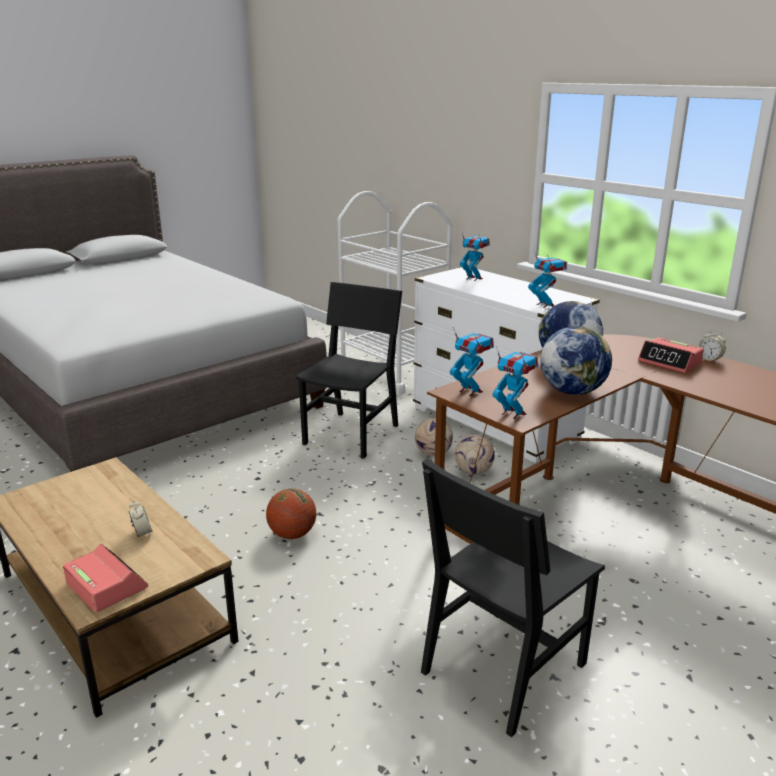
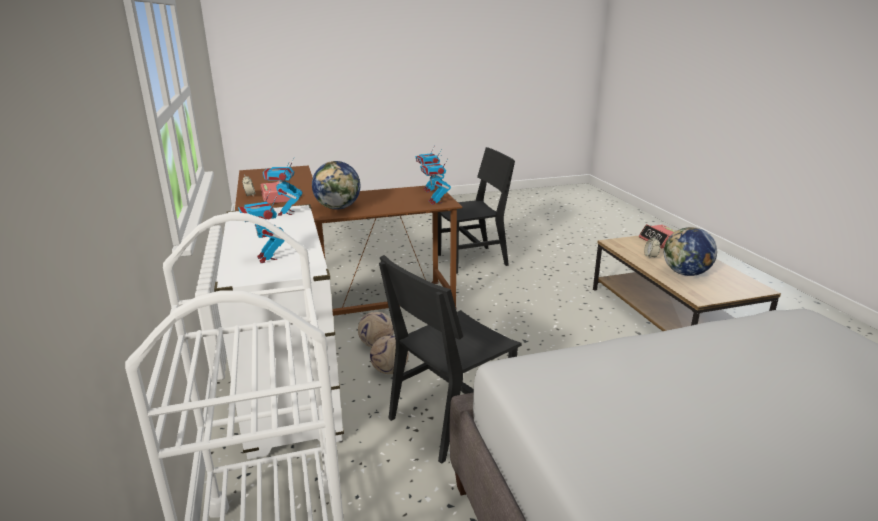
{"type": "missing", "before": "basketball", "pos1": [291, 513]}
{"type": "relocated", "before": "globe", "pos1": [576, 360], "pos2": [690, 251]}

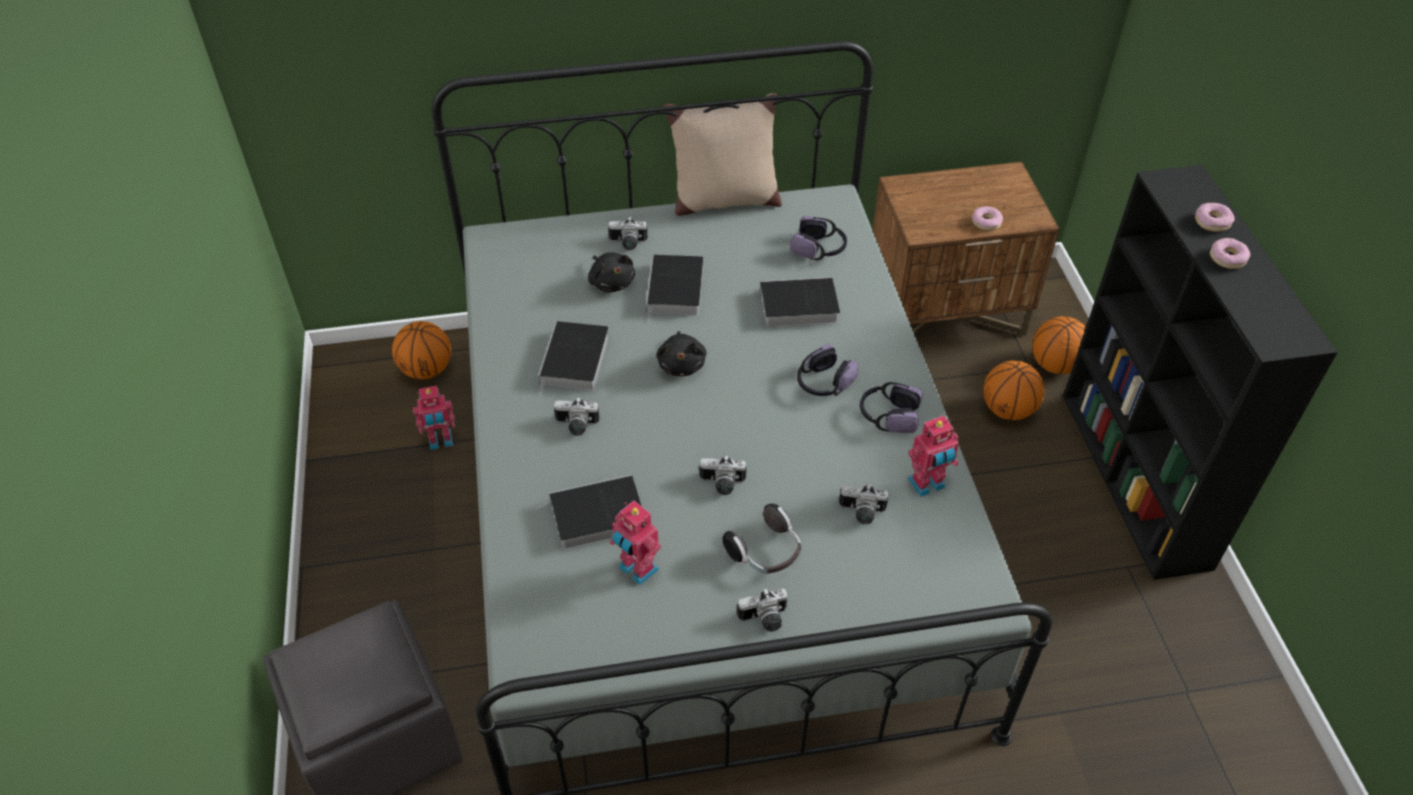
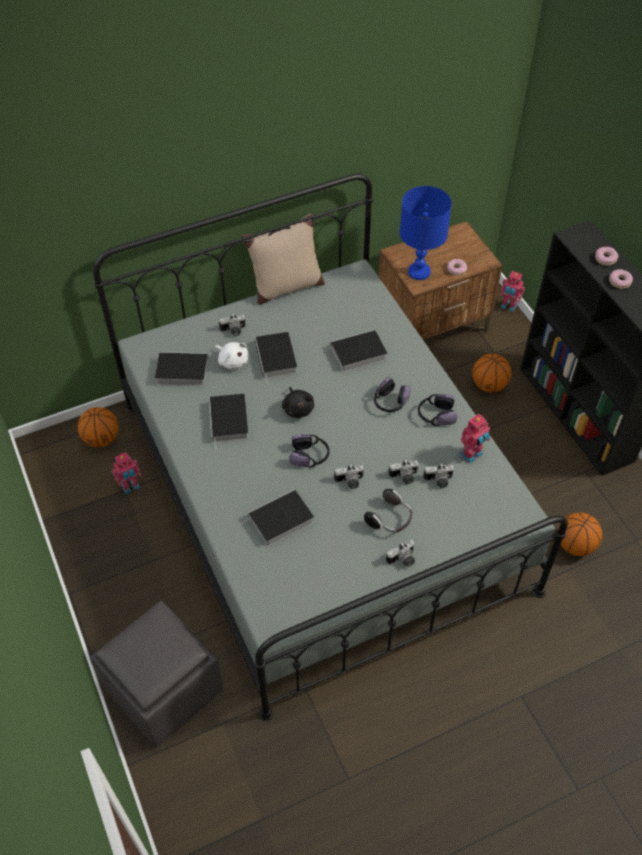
{"type": "relocated", "before": "photo camera", "pos1": [577, 416], "pos2": [403, 471]}
{"type": "colour", "before": "black plush toy", "after": "white plush toy", "pos1": [611, 272], "pos2": [232, 356]}
{"type": "relocated", "before": "toy robot", "pos1": [635, 543], "pos2": [512, 291]}
{"type": "relocated", "before": "headphones", "pos1": [818, 238], "pos2": [309, 451]}
{"type": "relocated", "before": "basketball", "pos1": [1059, 345], "pos2": [580, 534]}
{"type": "appeared", "after": "book", "pos2": [180, 369]}
{"type": "appeared", "after": "blue table lamp", "pos2": [425, 233]}

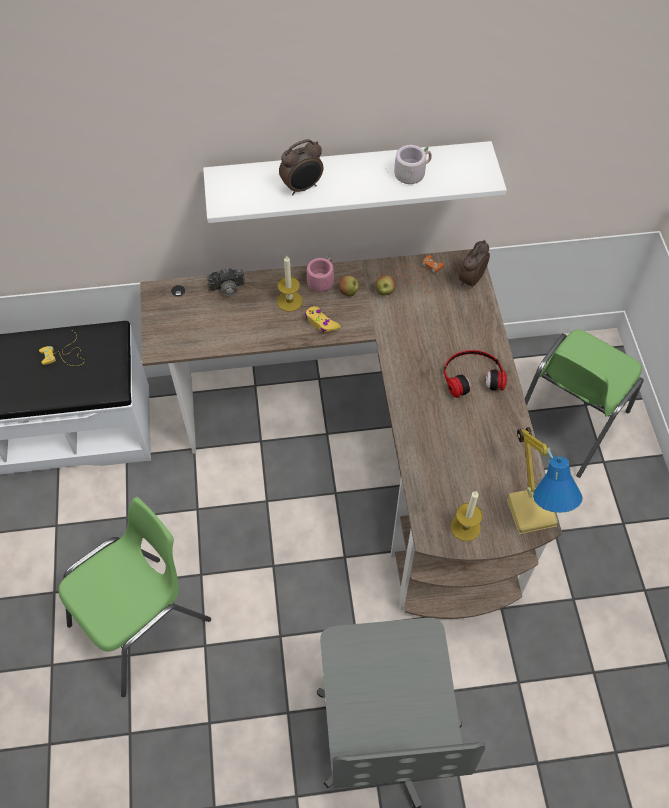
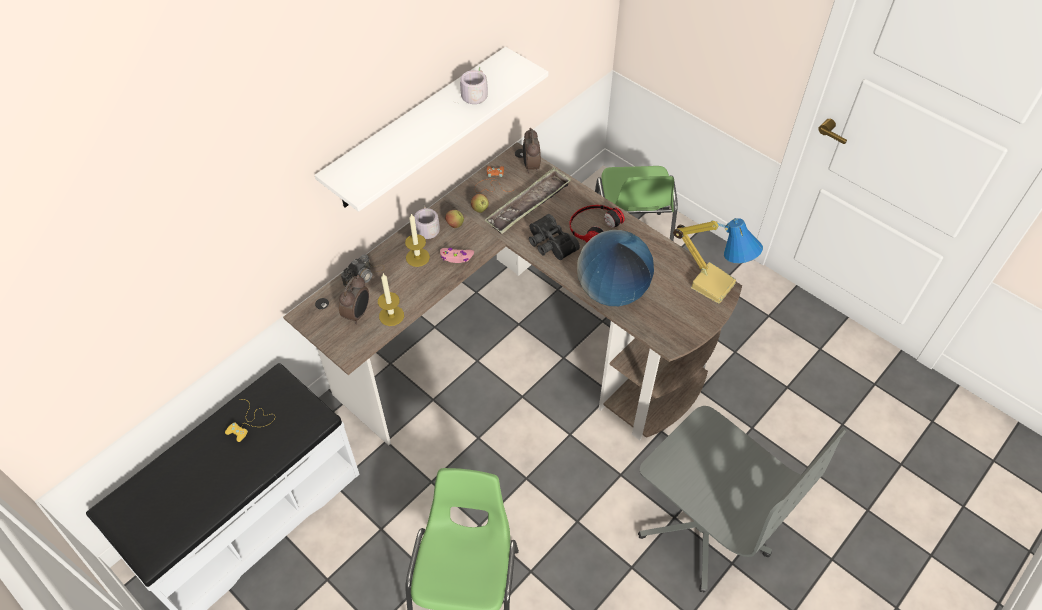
{"type": "relocated", "before": "alarm clock", "pos1": [301, 167], "pos2": [354, 299]}
{"type": "colour", "before": "pink mug", "after": "grey mug", "pos1": [317, 273], "pos2": [427, 223]}
{"type": "colour", "before": "yellow game controller", "after": "pink game controller", "pos1": [323, 319], "pos2": [457, 255]}
{"type": "relocated", "before": "candle", "pos1": [466, 516], "pos2": [391, 300]}
{"type": "appeared", "after": "tray", "pos2": [528, 200]}
{"type": "appeared", "after": "black binoculars", "pos2": [554, 237]}
{"type": "appeared", "after": "globe", "pos2": [615, 268]}

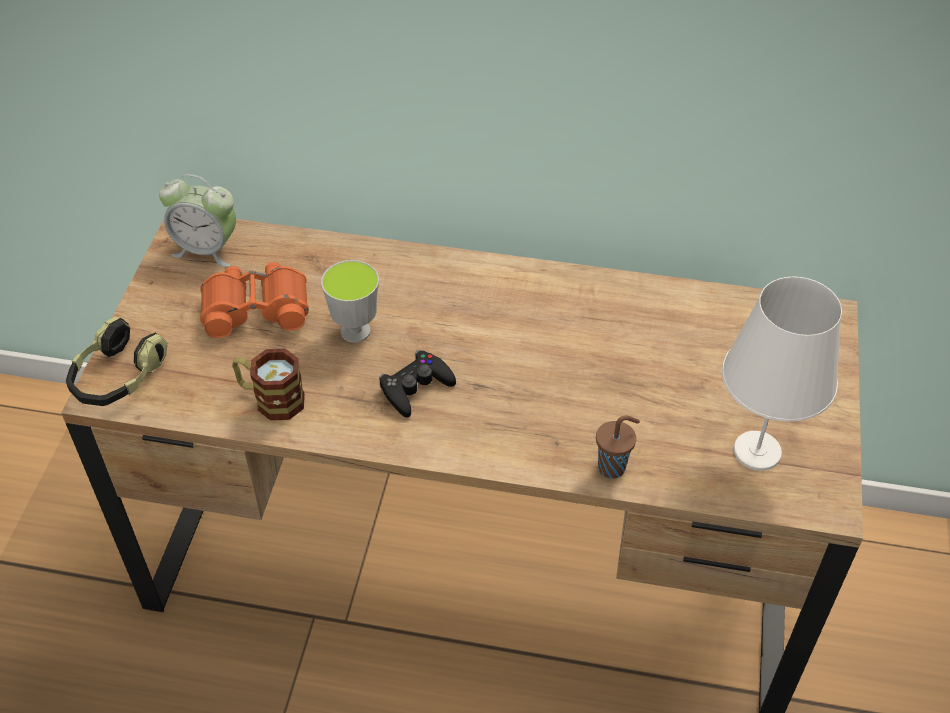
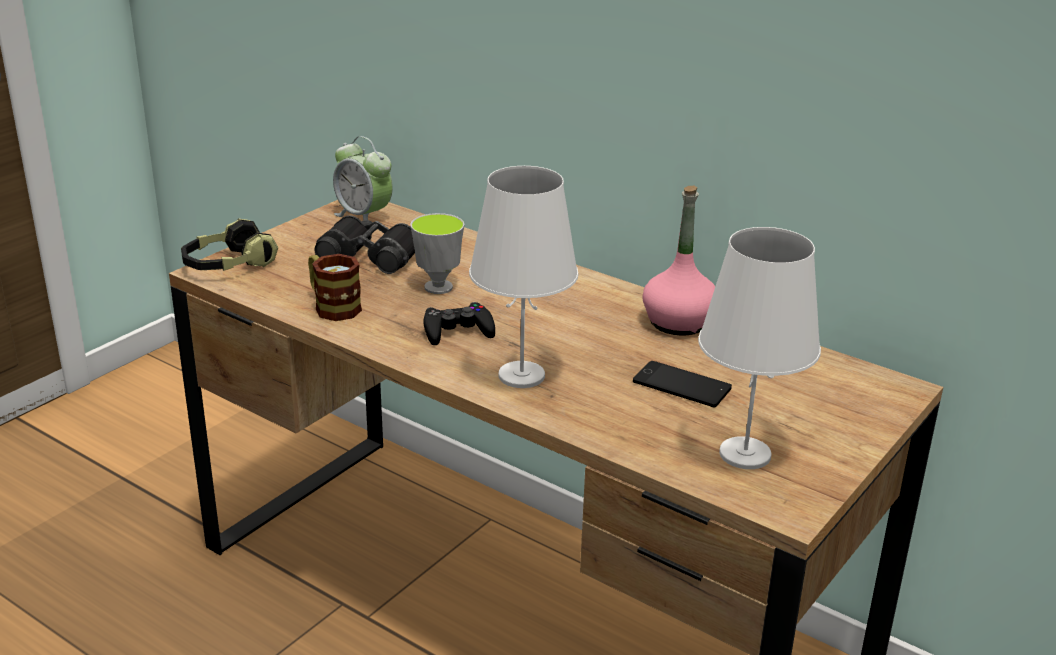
{"type": "colour", "before": "orange binoculars", "after": "black binoculars", "pos1": [254, 300], "pos2": [365, 244]}
{"type": "missing", "before": "brown cup", "pos1": [618, 447]}
{"type": "appeared", "after": "white table lamp", "pos2": [524, 277]}
{"type": "appeared", "after": "phone", "pos2": [682, 384]}
{"type": "appeared", "after": "pink bottle", "pos2": [678, 261]}

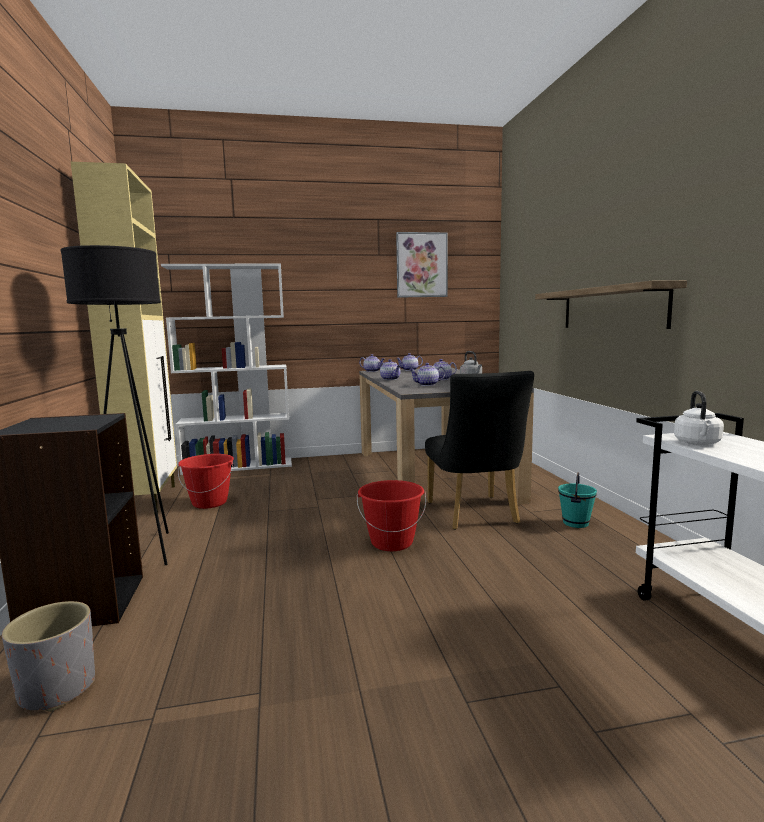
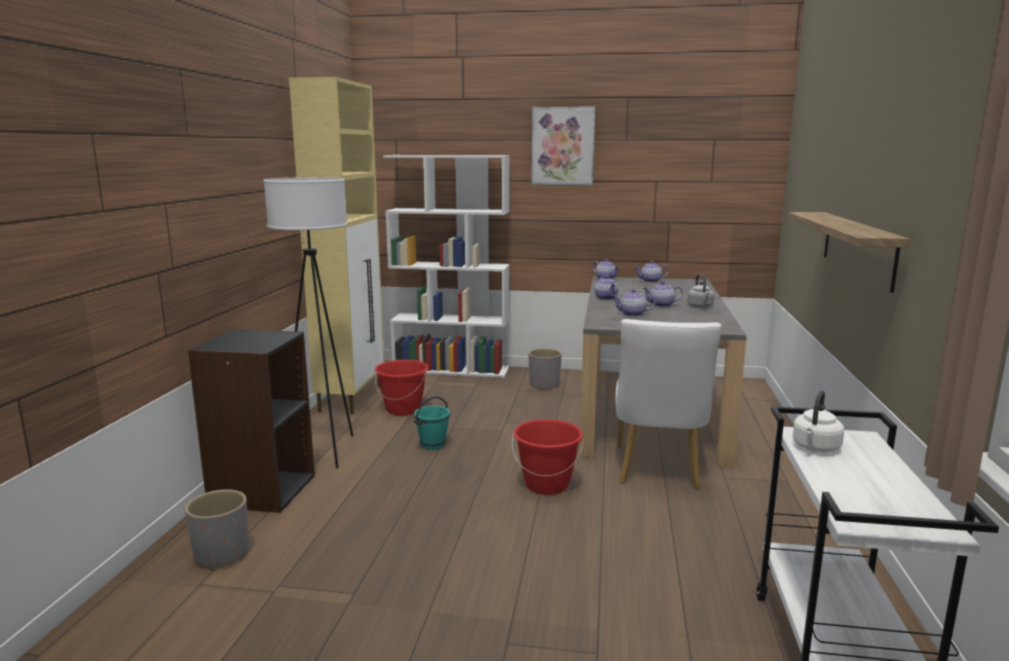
{"type": "colour", "before": "black floor lamp", "after": "white floor lamp", "pos1": [114, 405], "pos2": [308, 322]}
{"type": "relocated", "before": "picture", "pos1": [421, 265], "pos2": [563, 146]}
{"type": "colour", "before": "black chair", "after": "white chair", "pos1": [479, 450], "pos2": [668, 404]}
{"type": "relocated", "before": "turquoise bucket", "pos1": [577, 500], "pos2": [432, 423]}
{"type": "appeared", "after": "grey planter", "pos2": [545, 369]}

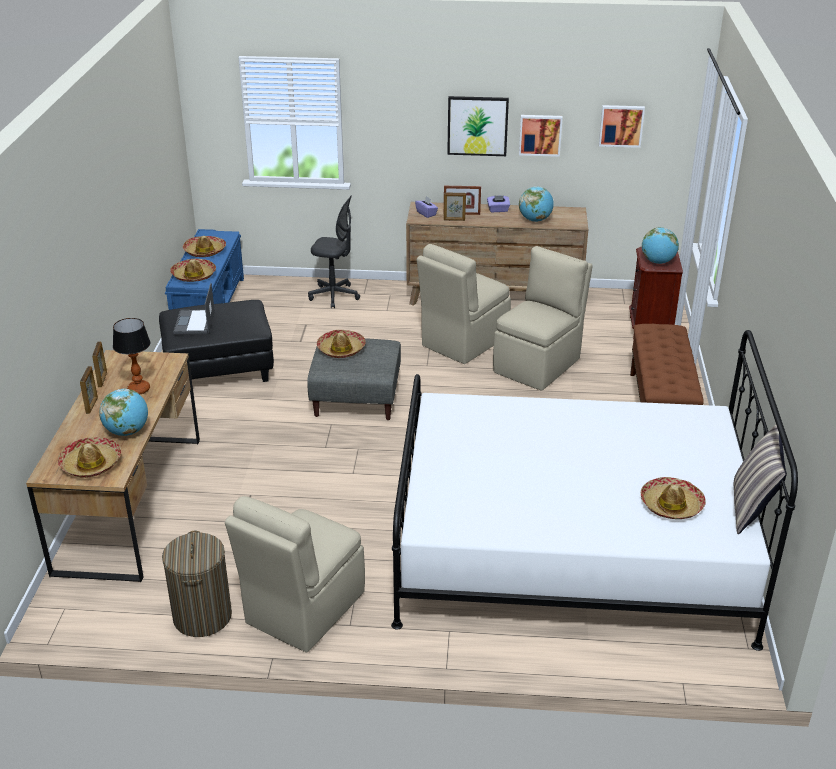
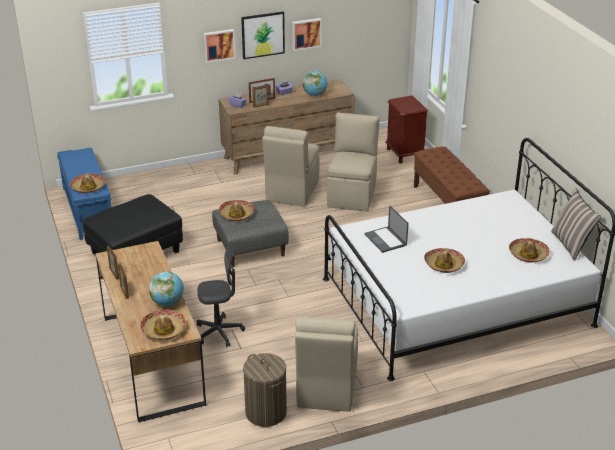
{"type": "missing", "before": "table lamp", "pos1": [132, 356]}
{"type": "relocated", "before": "laptop", "pos1": [194, 308], "pos2": [386, 229]}
{"type": "relocated", "before": "hat", "pos1": [204, 246], "pos2": [444, 260]}
{"type": "relocated", "before": "grey office chair", "pos1": [334, 252], "pos2": [220, 294]}
{"type": "relocated", "before": "picture", "pos1": [622, 126], "pos2": [219, 46]}
{"type": "missing", "before": "globe", "pos1": [660, 245]}

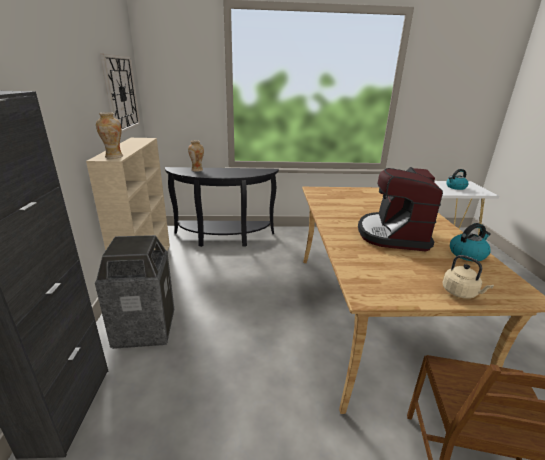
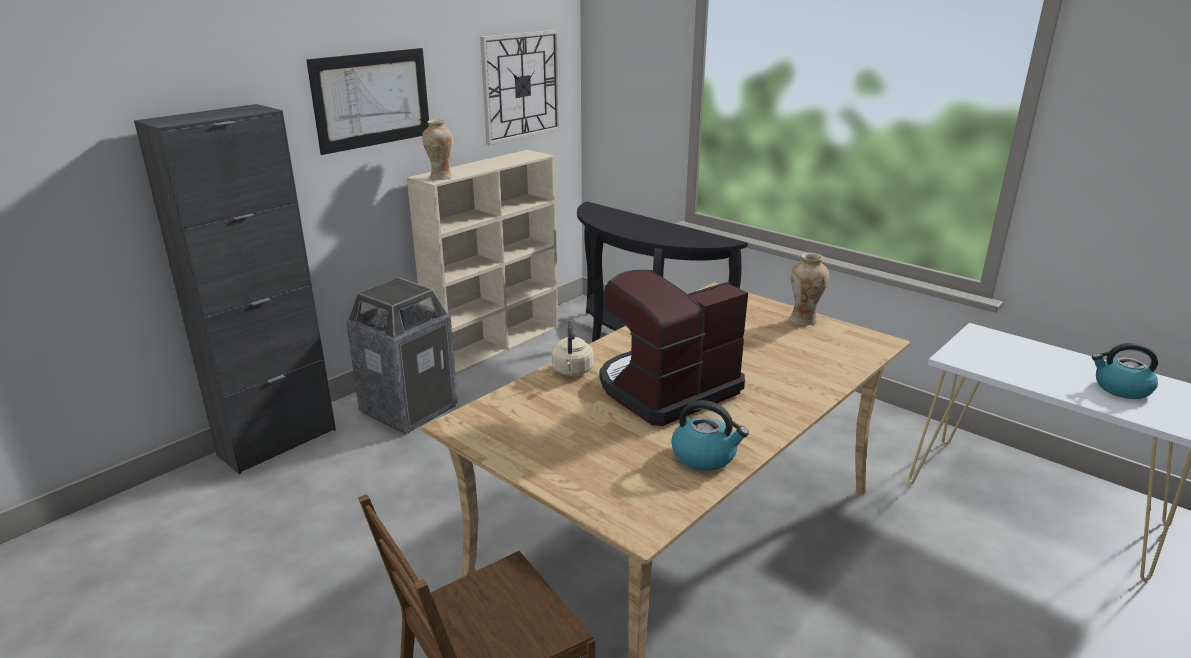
{"type": "relocated", "before": "vase", "pos1": [196, 156], "pos2": [809, 289]}
{"type": "relocated", "before": "beige kettle", "pos1": [468, 276], "pos2": [572, 348]}
{"type": "appeared", "after": "picture", "pos2": [367, 101]}

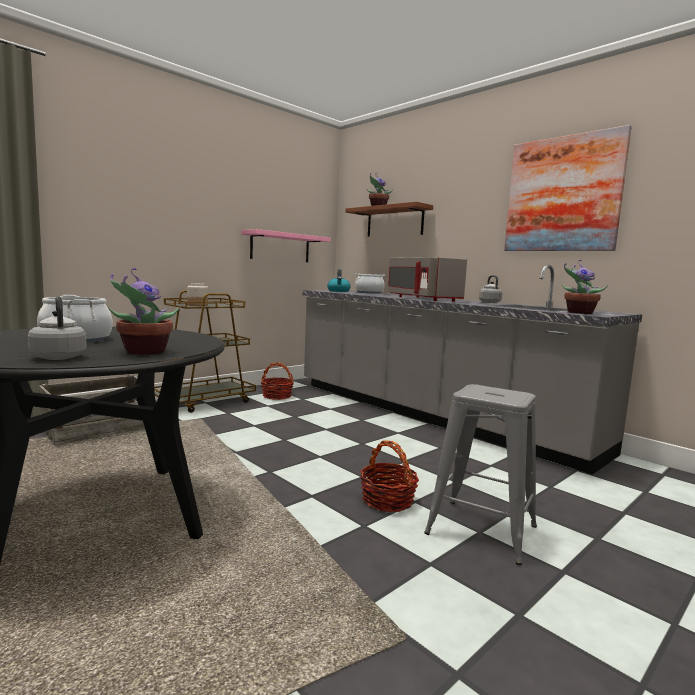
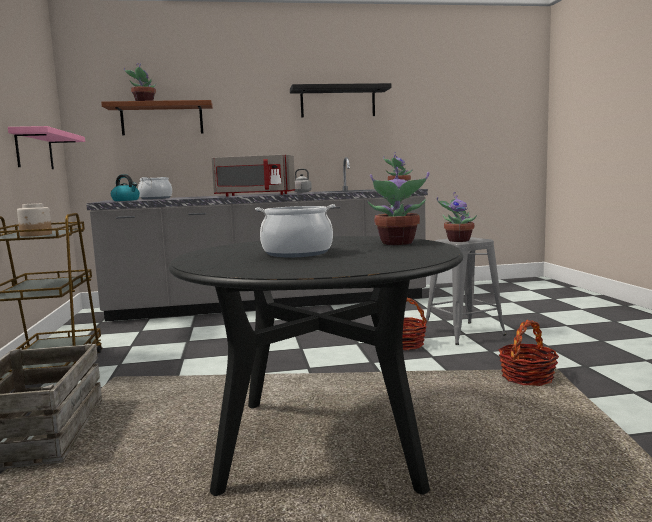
{"type": "missing", "before": "grey kettle", "pos1": [57, 328]}
{"type": "relocated", "before": "basket", "pos1": [277, 381], "pos2": [528, 353]}
{"type": "exchanged", "before": "picture", "after": "black shelf", "pos1": [568, 188], "pos2": [341, 100]}
{"type": "appeared", "after": "potted plant", "pos2": [457, 217]}

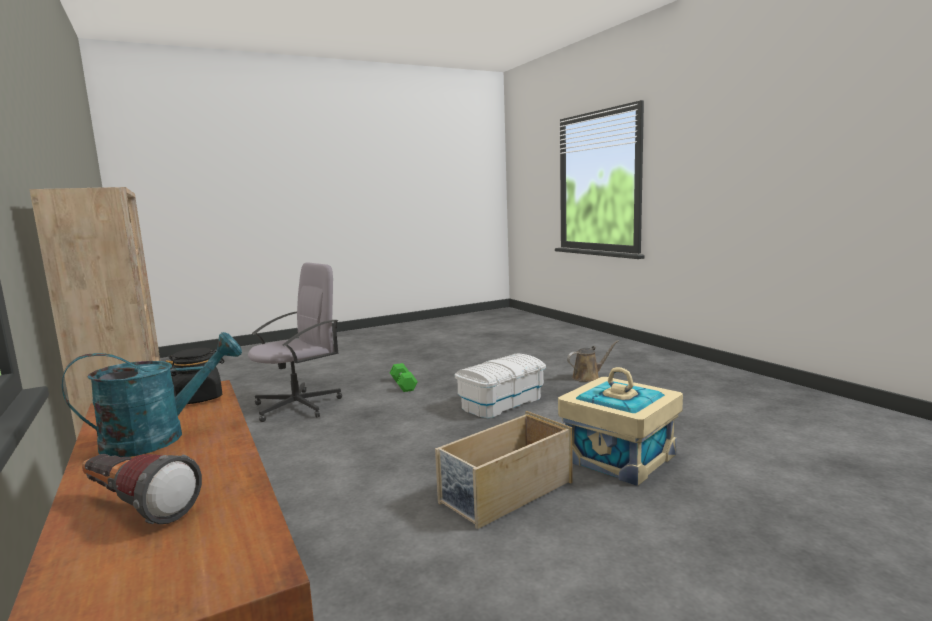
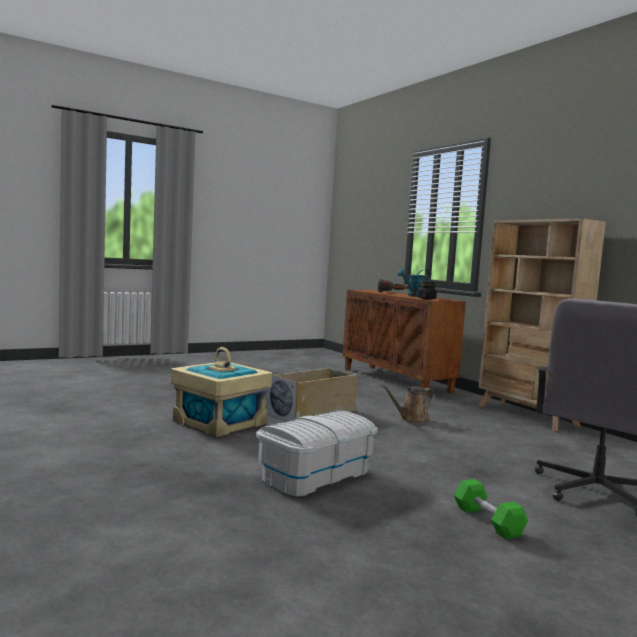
{"type": "relocated", "before": "brown watering can", "pos1": [593, 361], "pos2": [408, 403]}

